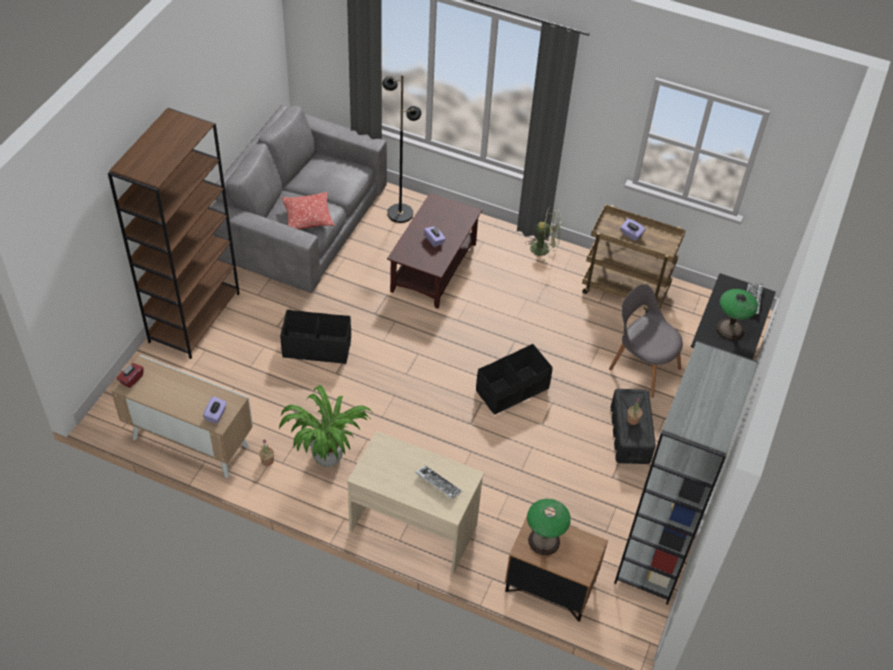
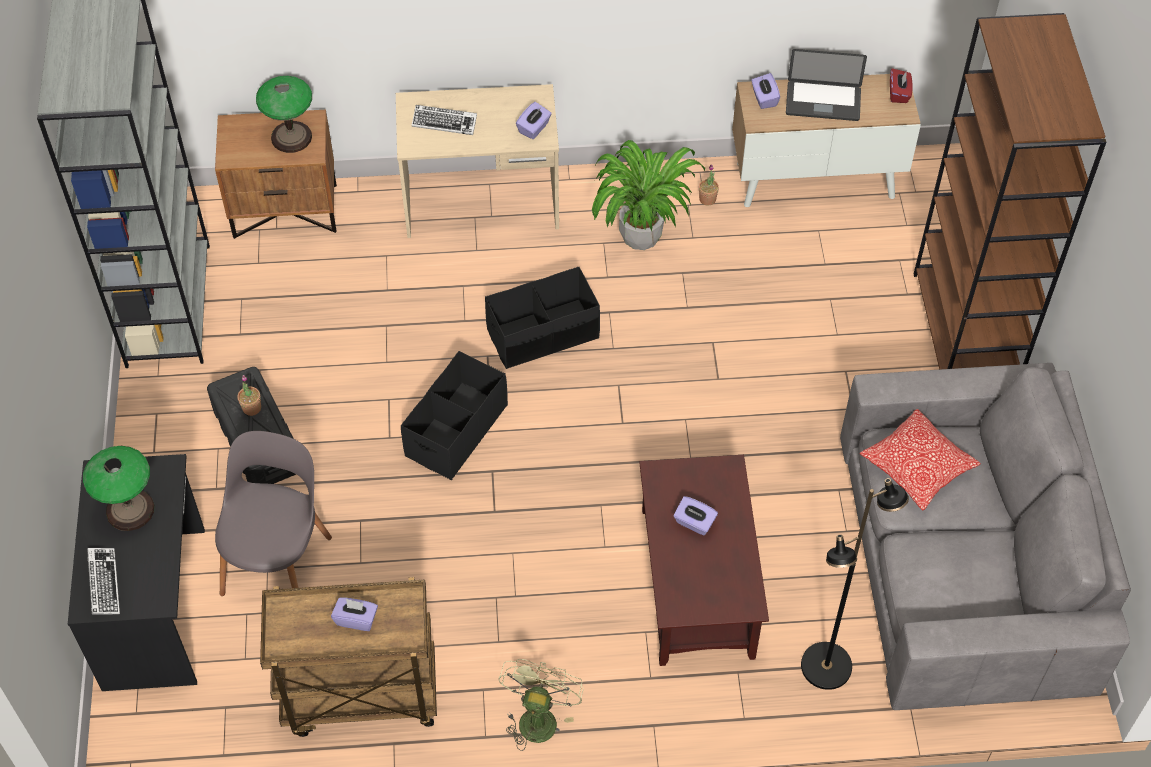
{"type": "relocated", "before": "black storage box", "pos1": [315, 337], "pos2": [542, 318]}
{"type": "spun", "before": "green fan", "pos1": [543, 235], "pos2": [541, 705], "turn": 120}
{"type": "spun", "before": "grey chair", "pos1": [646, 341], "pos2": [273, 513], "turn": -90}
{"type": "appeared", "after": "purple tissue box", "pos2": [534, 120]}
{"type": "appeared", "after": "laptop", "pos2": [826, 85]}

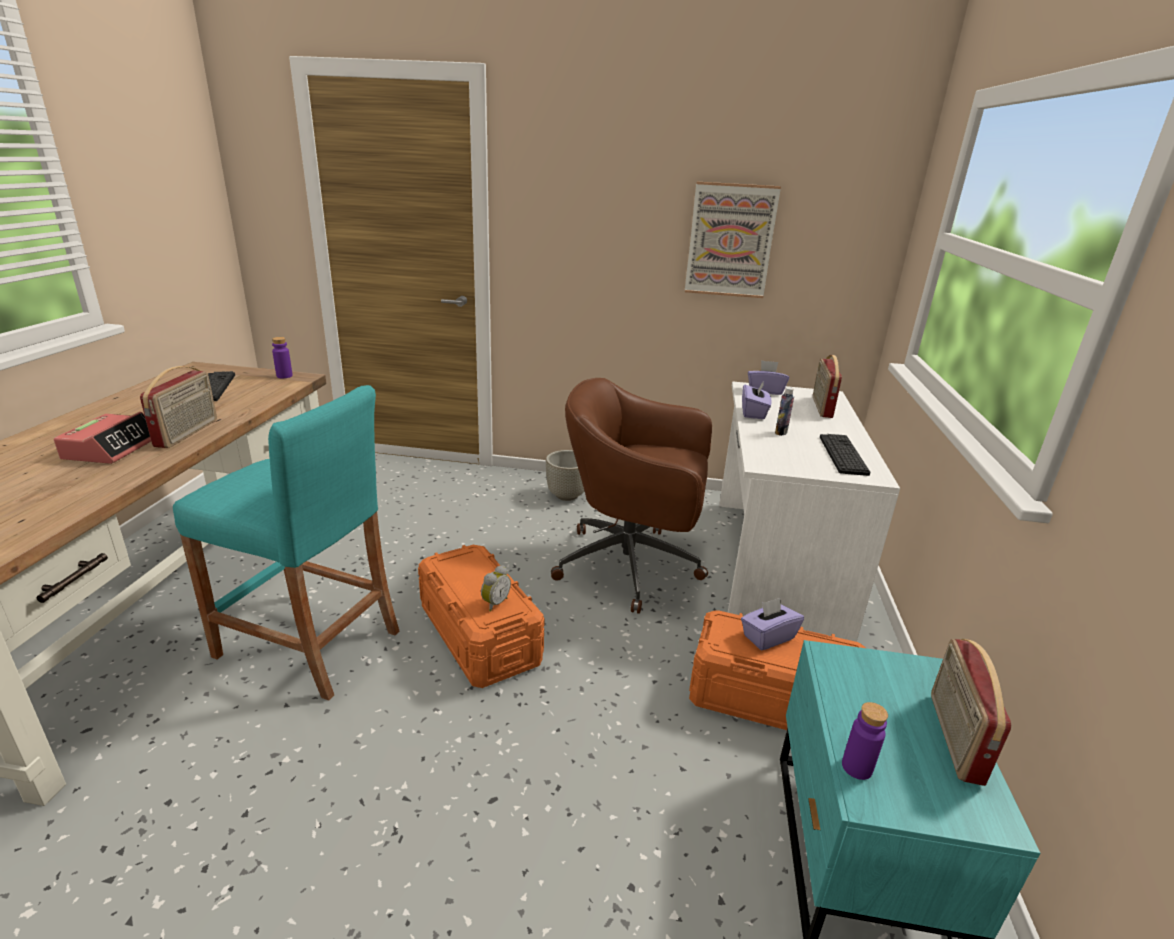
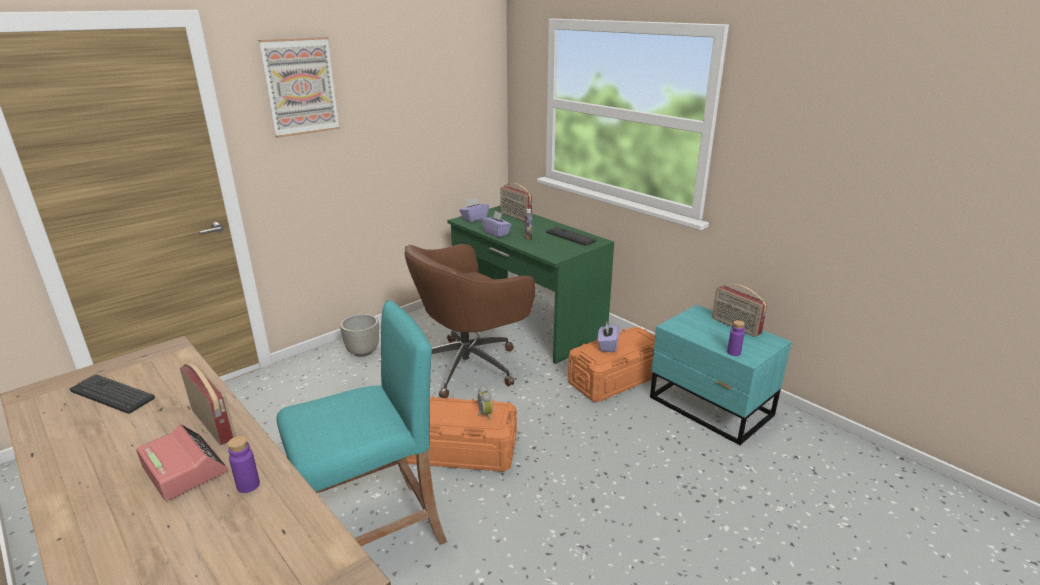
{"type": "relocated", "before": "purple bottle", "pos1": [282, 357], "pos2": [243, 464]}
{"type": "relocated", "before": "picture", "pos1": [733, 240], "pos2": [299, 87]}
{"type": "colour", "before": "white desk", "after": "green desk", "pos1": [809, 511], "pos2": [530, 284]}

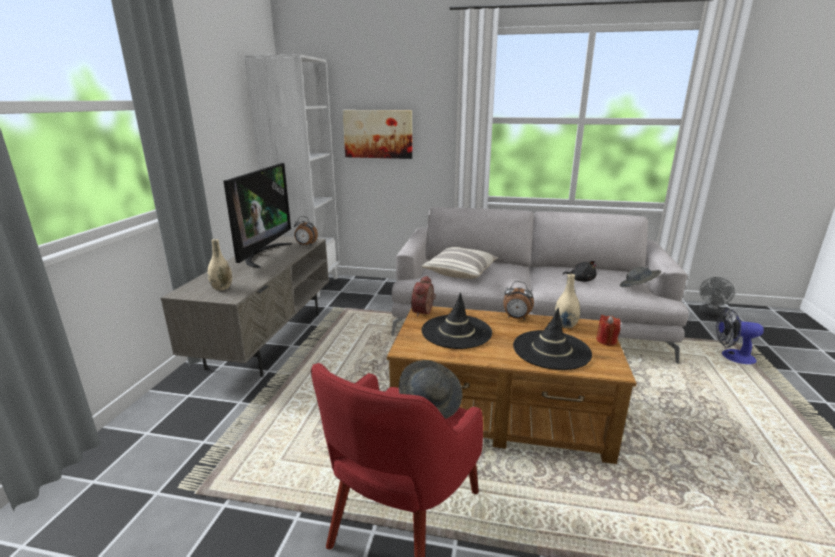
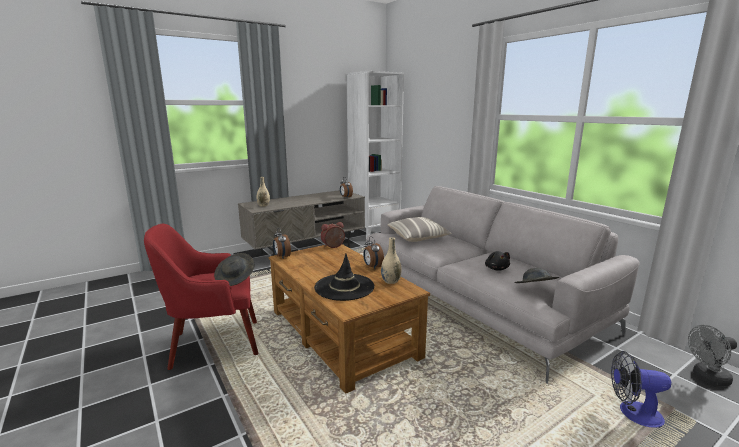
{"type": "missing", "before": "television", "pos1": [258, 215]}
{"type": "missing", "before": "picture", "pos1": [377, 134]}
{"type": "missing", "before": "black hat", "pos1": [457, 320]}
{"type": "missing", "before": "red candle", "pos1": [608, 330]}
{"type": "spun", "before": "fan", "pos1": [740, 336], "pos2": [641, 389], "turn": -45}
{"type": "appeared", "after": "alarm clock", "pos2": [282, 243]}

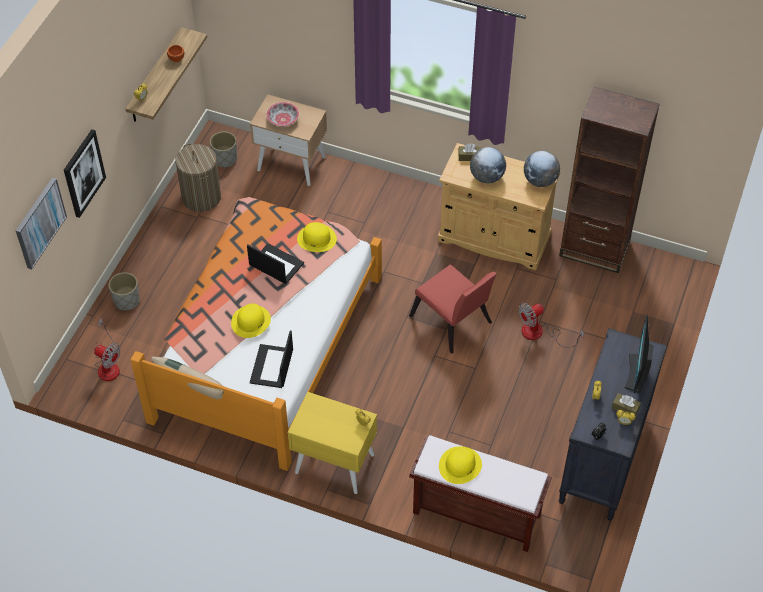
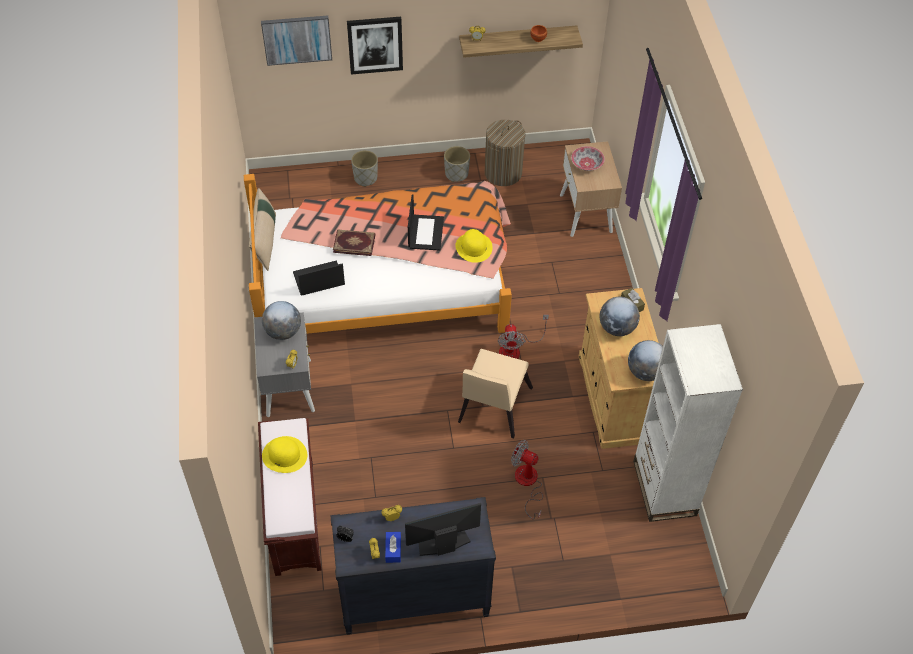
{"type": "relocated", "before": "fan", "pos1": [107, 349], "pos2": [523, 336]}
{"type": "relocated", "before": "grey planter", "pos1": [223, 149], "pos2": [457, 164]}
{"type": "exchanged", "before": "yellow hat", "after": "book", "pos1": [251, 320], "pos2": [354, 242]}
{"type": "colour", "before": "yellow nightstand", "after": "grey nightstand", "pos1": [332, 443], "pos2": [284, 364]}
{"type": "colour", "before": "red chair", "after": "beige chair", "pos1": [453, 309], "pos2": [495, 393]}
{"type": "colour", "before": "brown bookcase", "after": "white bookcase", "pos1": [609, 180], "pos2": [688, 423]}
{"type": "colour", "before": "brown tissue box", "after": "blue tissue box", "pos1": [626, 404], "pos2": [393, 547]}
{"type": "appeared", "after": "globe", "pos2": [281, 320]}

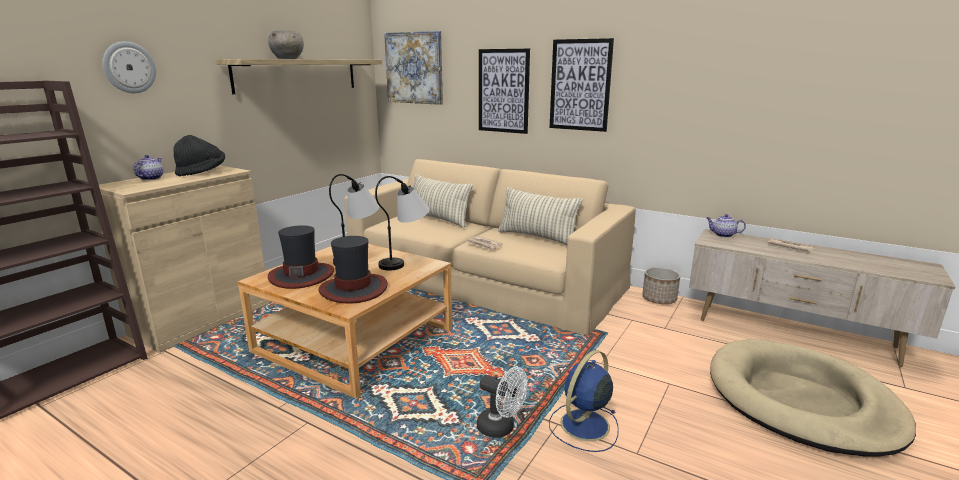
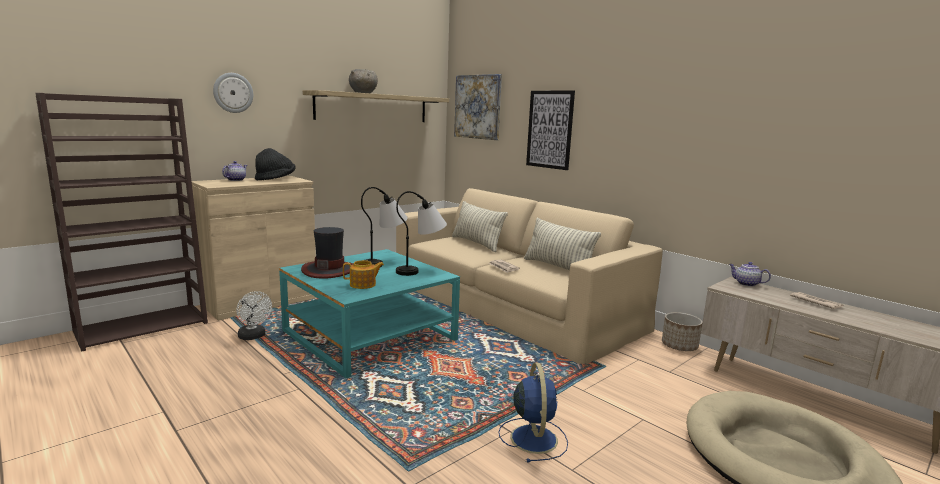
{"type": "colour", "before": "beige coffee table", "after": "turquoise coffee table", "pos1": [345, 321], "pos2": [369, 313]}
{"type": "exchanged", "before": "hat", "after": "teapot", "pos1": [353, 270], "pos2": [363, 274]}
{"type": "relocated", "before": "white fan", "pos1": [502, 402], "pos2": [254, 315]}
{"type": "spun", "before": "blue fan", "pos1": [584, 401], "pos2": [533, 412], "turn": 120}
{"type": "missing", "before": "picture", "pos1": [582, 85]}

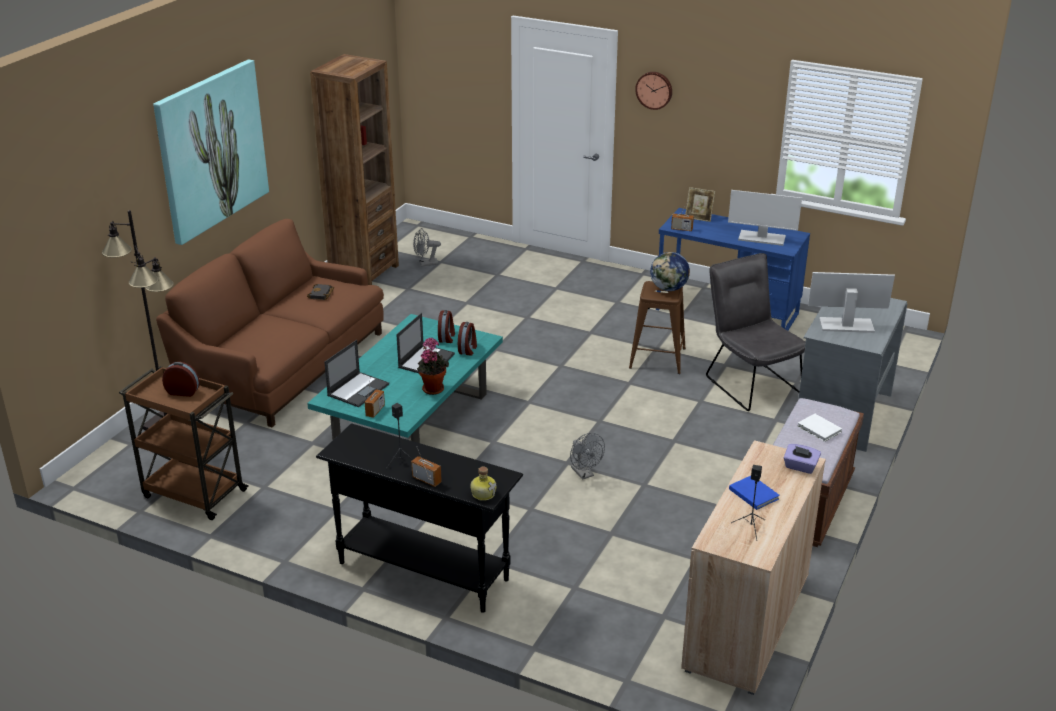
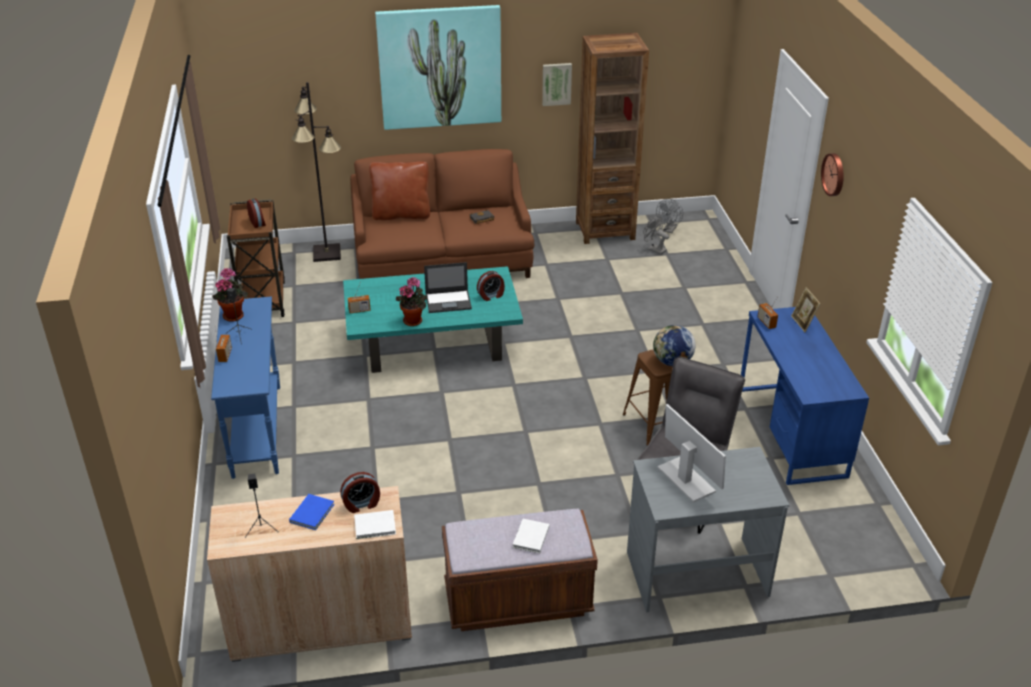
{"type": "colour", "before": "black console table", "after": "blue console table", "pos1": [419, 518], "pos2": [245, 388]}
{"type": "missing", "before": "laptop", "pos1": [356, 373]}
{"type": "relocated", "before": "alarm clock", "pos1": [467, 339], "pos2": [360, 492]}
{"type": "missing", "before": "bottle", "pos1": [483, 484]}
{"type": "relocated", "before": "grey fan", "pos1": [587, 456], "pos2": [669, 216]}
{"type": "missing", "before": "monitor", "pos1": [765, 218]}
{"type": "exchanged", "before": "purple tissue box", "after": "white book", "pos1": [802, 459], "pos2": [375, 524]}
{"type": "appeared", "after": "potted plant", "pos2": [230, 295]}
{"type": "appeared", "after": "brown pillow", "pos2": [399, 190]}
{"type": "appeared", "after": "picture", "pos2": [557, 84]}

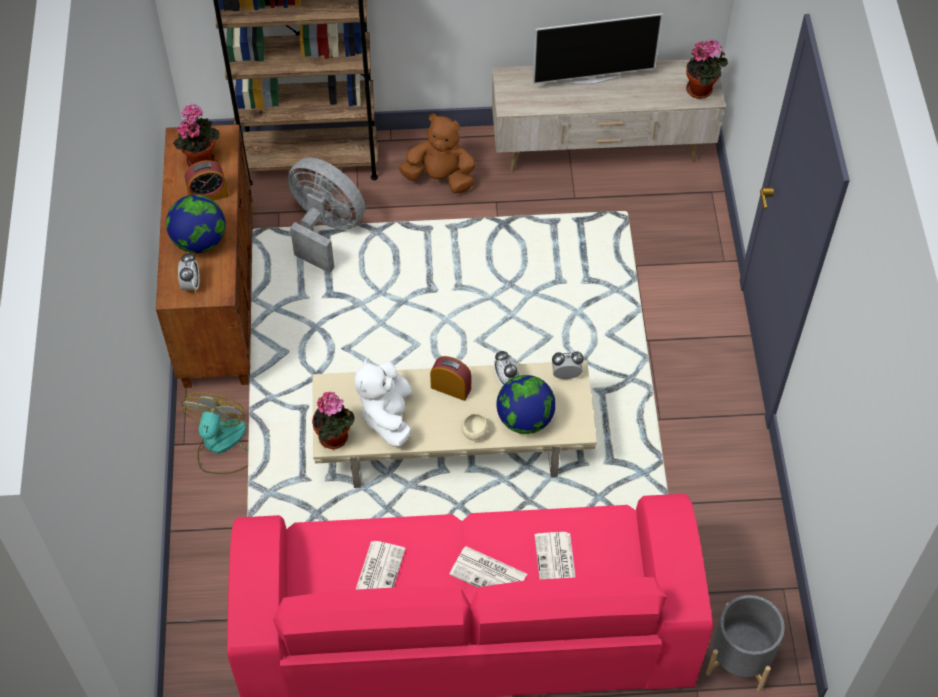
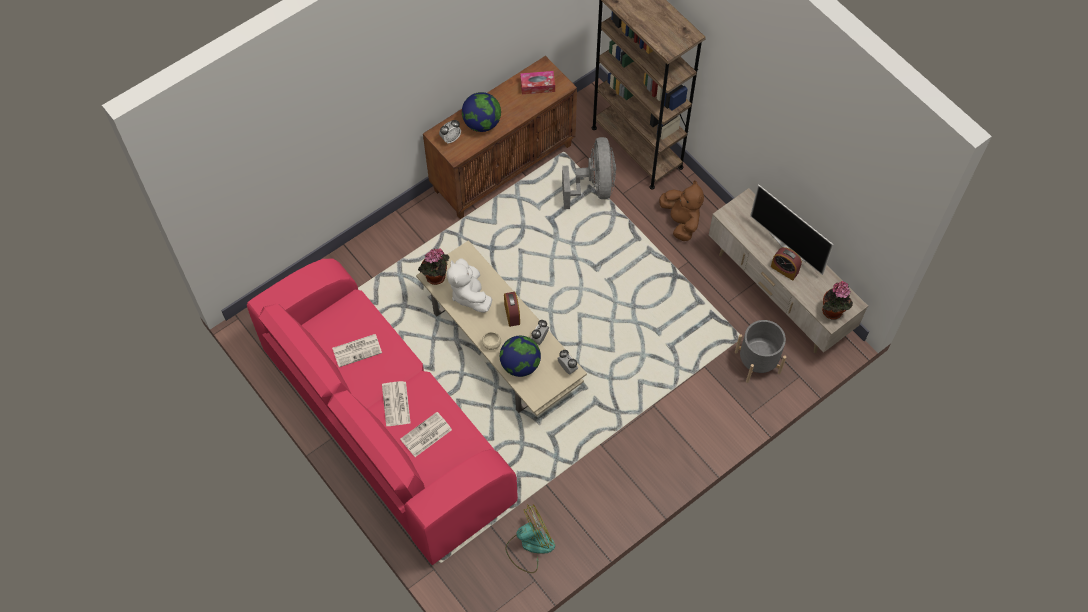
{"type": "exchanged", "before": "potted plant", "after": "tissue box", "pos1": [196, 135], "pos2": [537, 82]}
{"type": "relocated", "before": "fan", "pos1": [215, 433], "pos2": [530, 538]}
{"type": "relocated", "before": "alarm clock", "pos1": [207, 180], "pos2": [786, 263]}
{"type": "spun", "before": "white plush toy", "pos1": [383, 402], "pos2": [469, 285], "turn": -75}
{"type": "relocated", "before": "grey planter", "pos1": [745, 643], "pos2": [760, 351]}

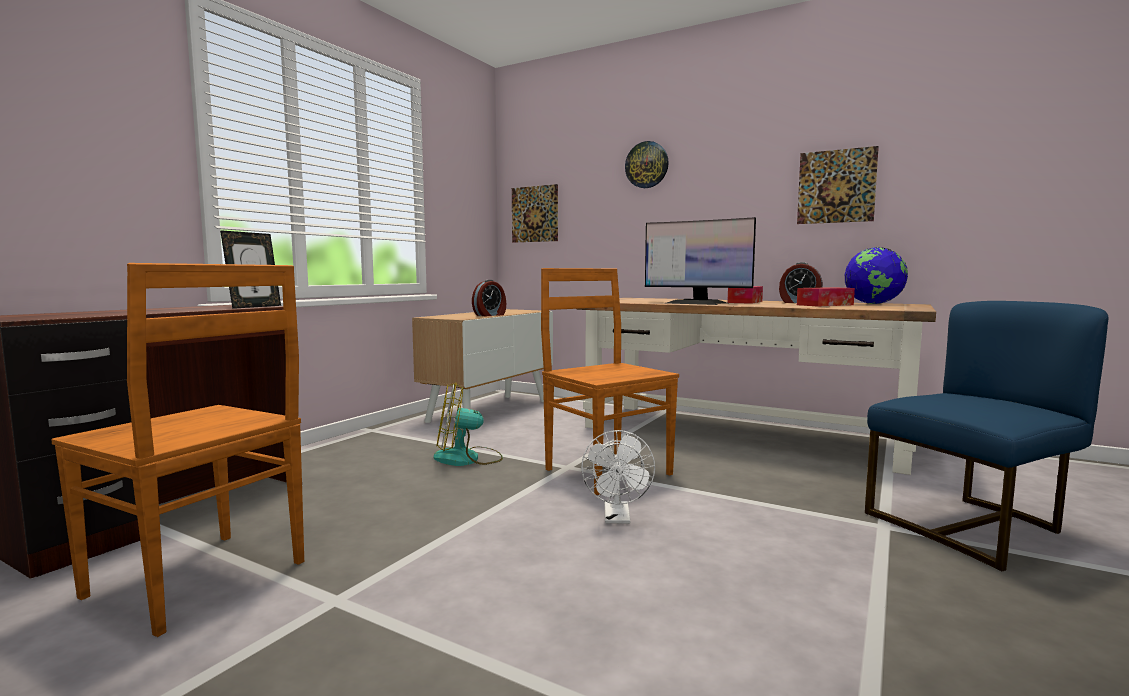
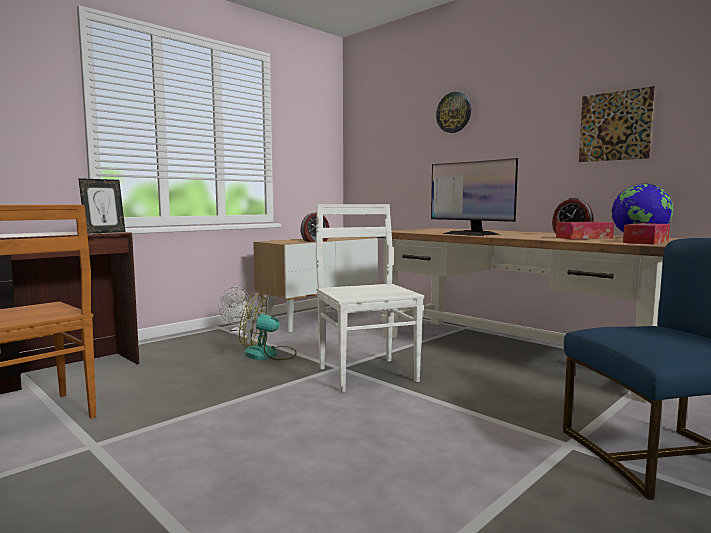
{"type": "missing", "before": "picture", "pos1": [535, 213]}
{"type": "colour", "before": "brown chair", "after": "white chair", "pos1": [610, 381], "pos2": [370, 298]}
{"type": "relocated", "before": "white fan", "pos1": [618, 477], "pos2": [235, 310]}
{"type": "relocated", "before": "tissue box", "pos1": [745, 295], "pos2": [646, 233]}

